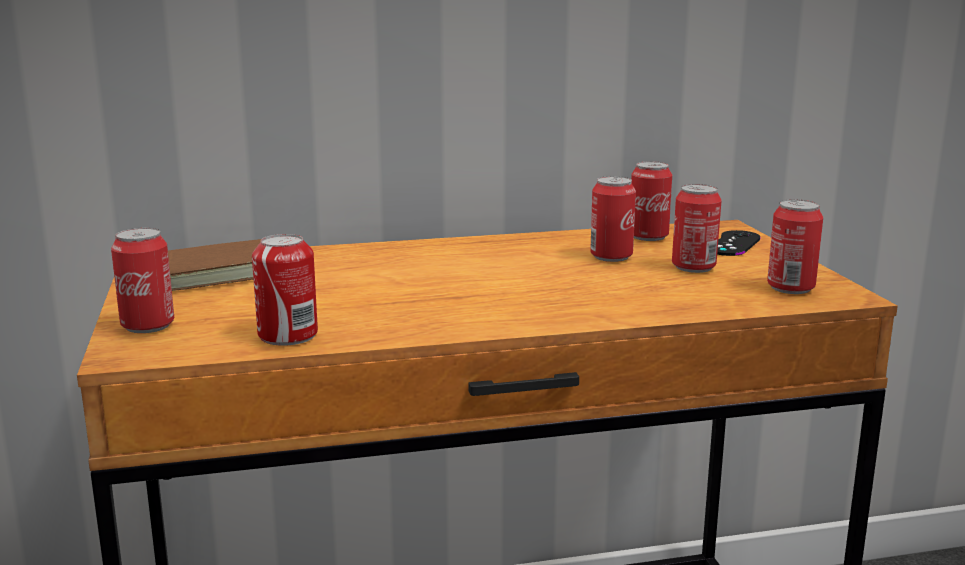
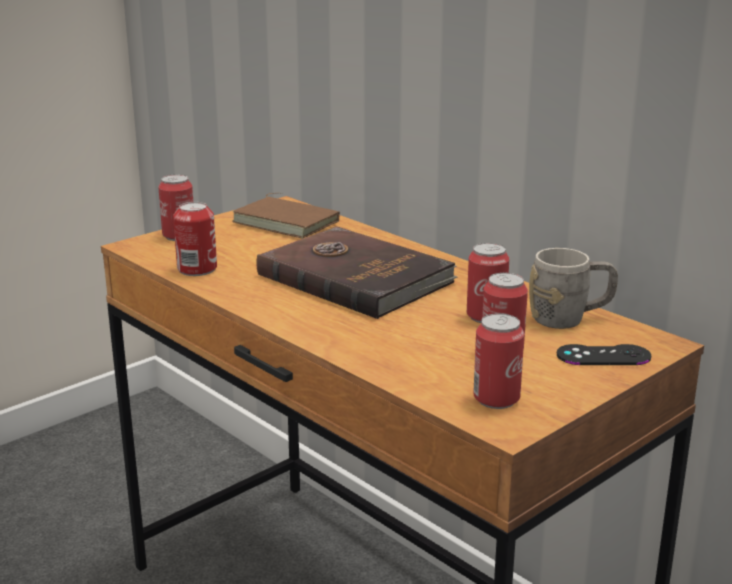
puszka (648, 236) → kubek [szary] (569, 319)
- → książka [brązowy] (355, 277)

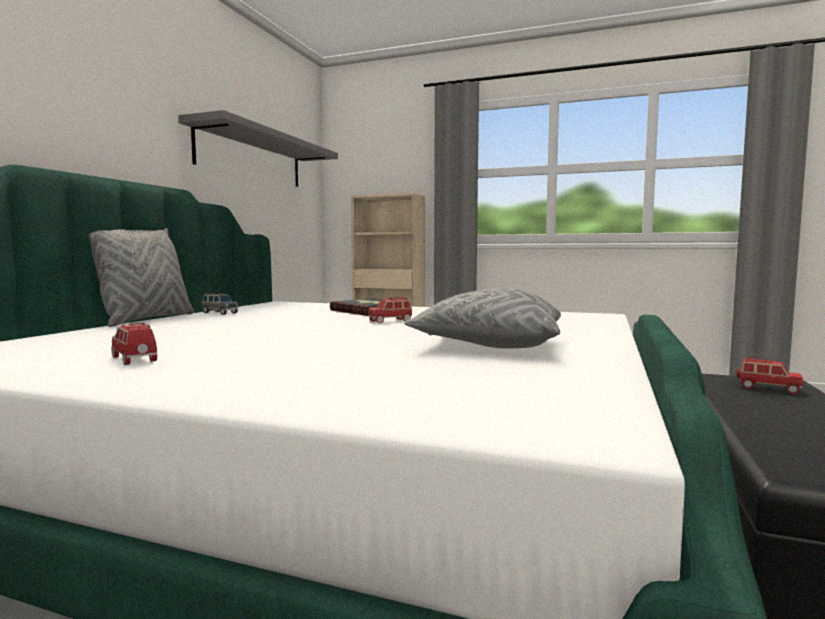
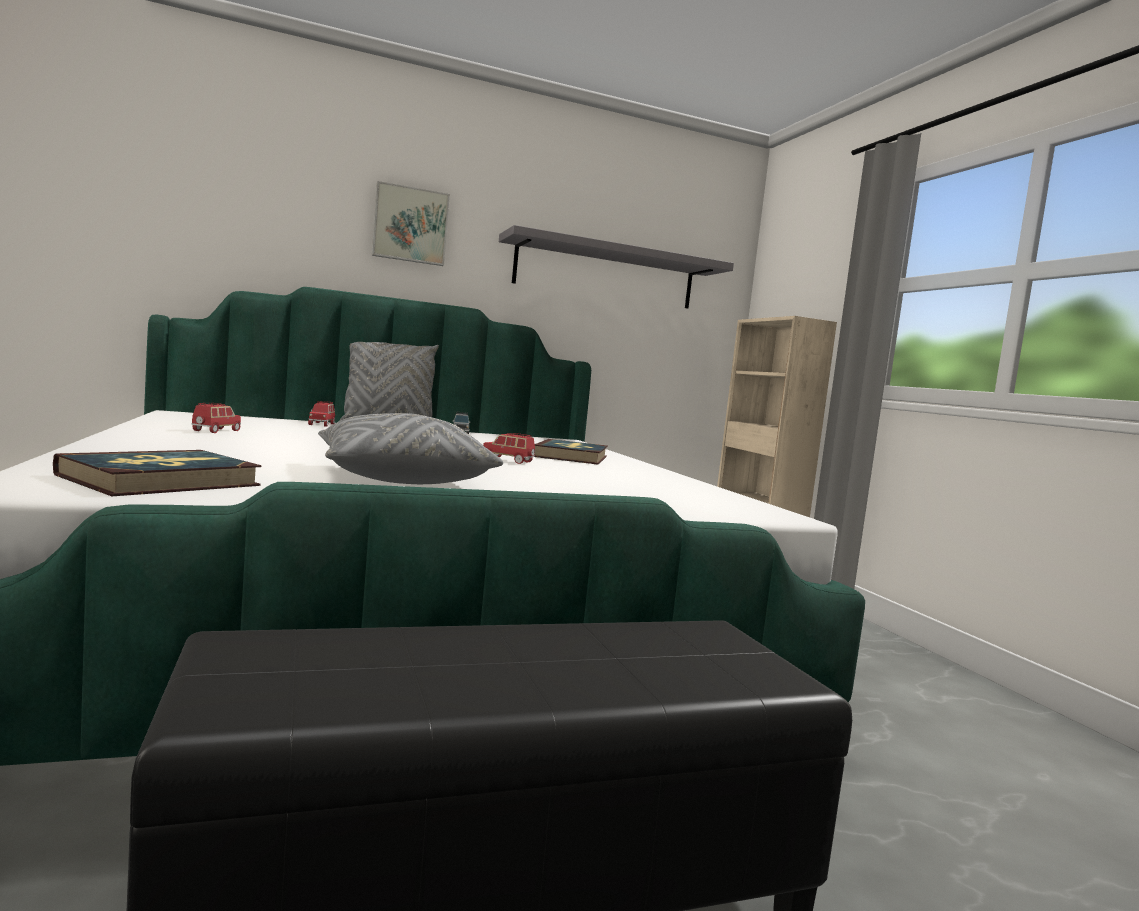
samochodzik [czerwony] (768, 388) → samochodzik [czerwony] (321, 424), shifted
- → książka (161, 480)
- → obraz (410, 225)

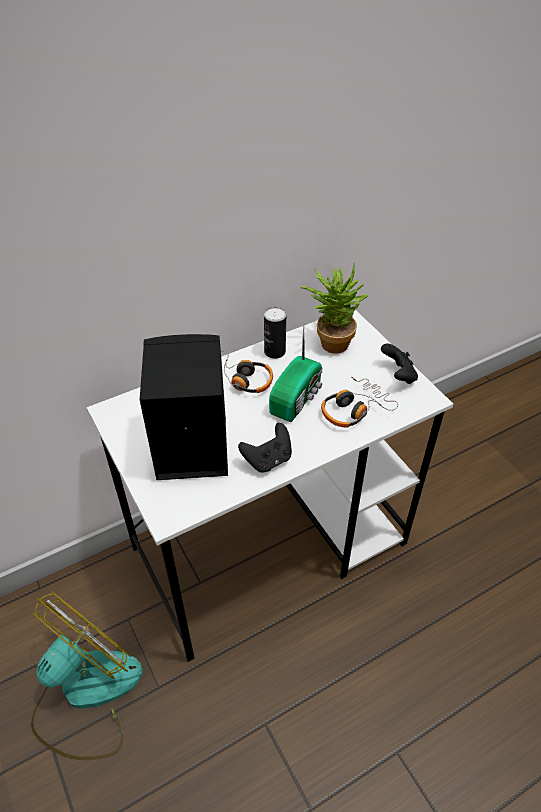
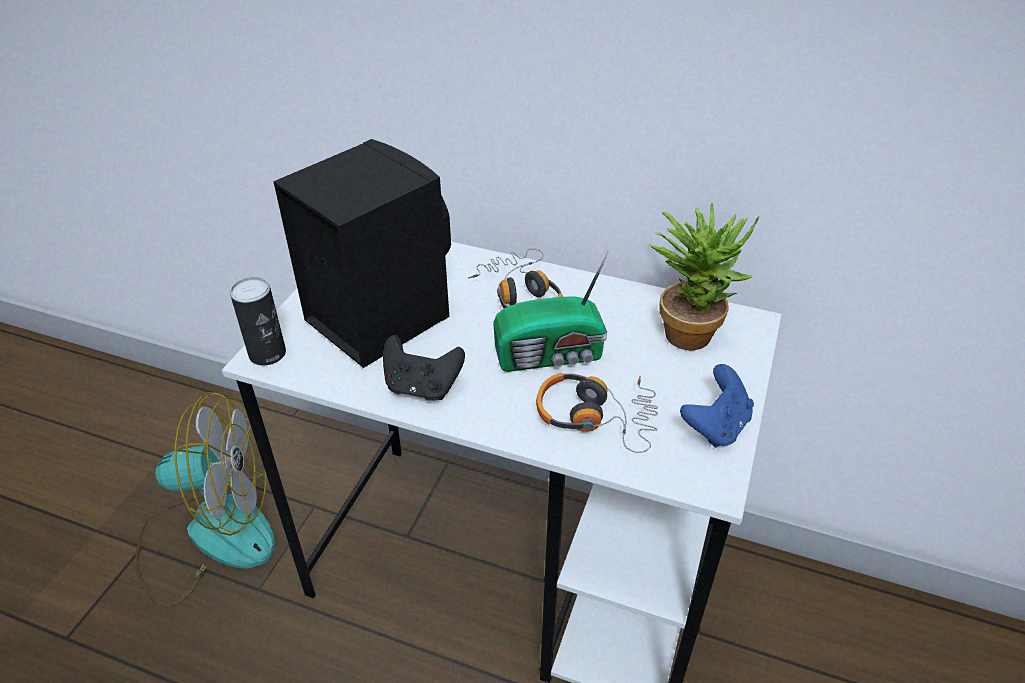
puszka (274, 351) → puszka (267, 354), shifted
pad do gier [czarny] (398, 375) → pad do gier [niebieski] (715, 426)

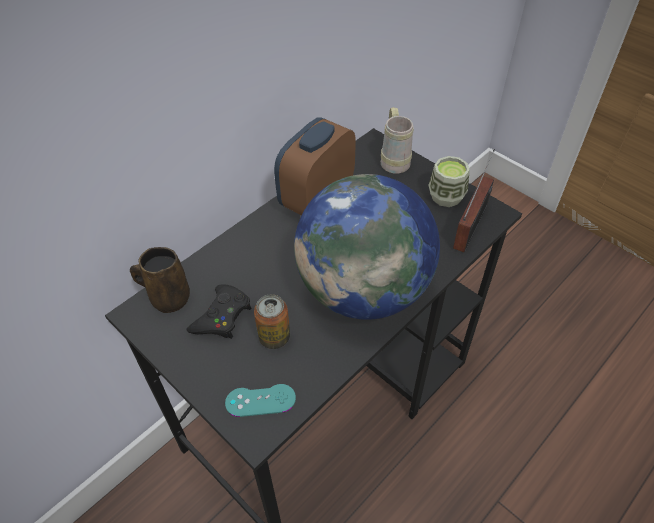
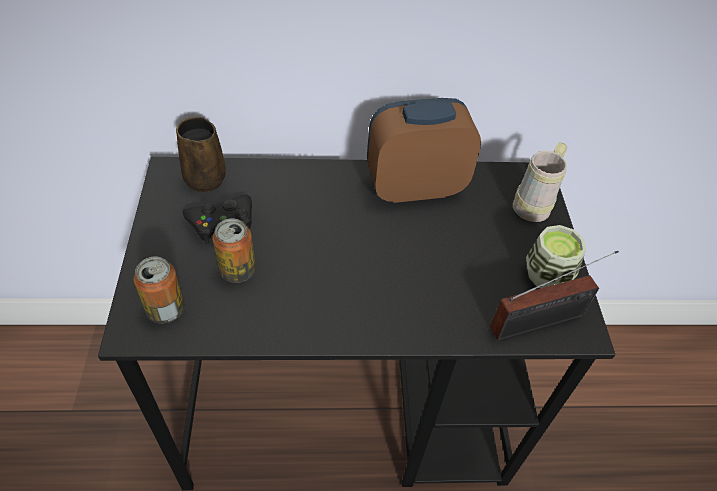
pad do gier [turkusowy] (260, 400) → puszka (166, 309)
globus (364, 290) → -

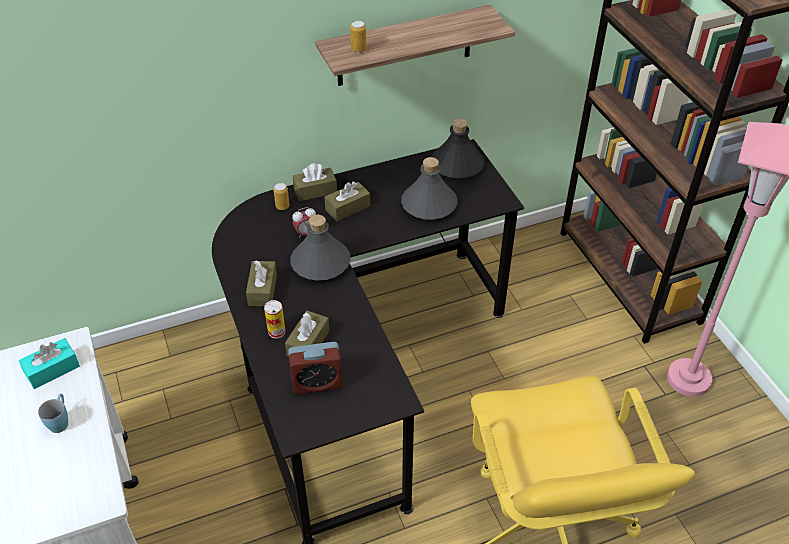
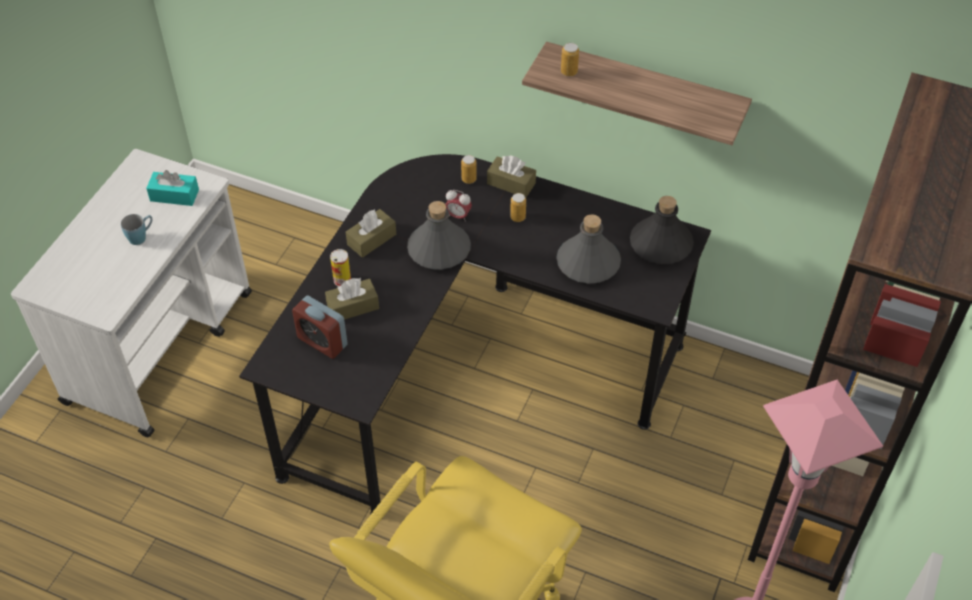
pudełko chusteczek [brązowy] (347, 208) → puszka (518, 217)

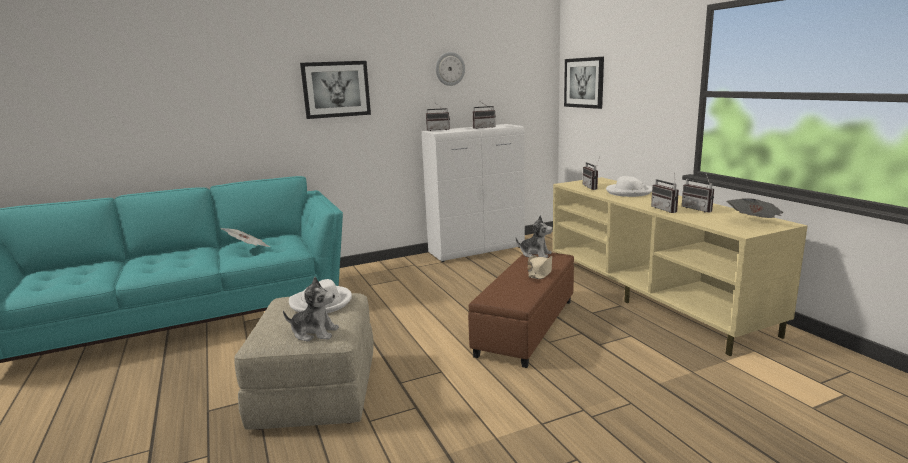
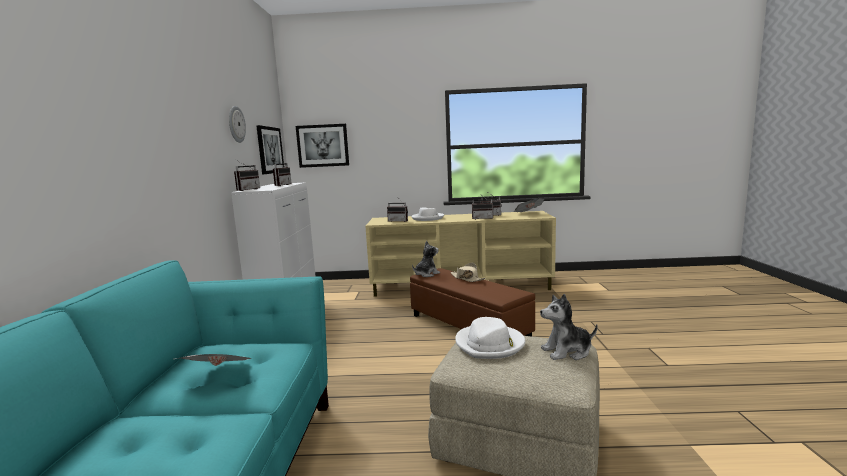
pluszak (314, 333) → pluszak (567, 351), 135 degrees counterclockwise
obraz (336, 89) → obraz (270, 150), shifted

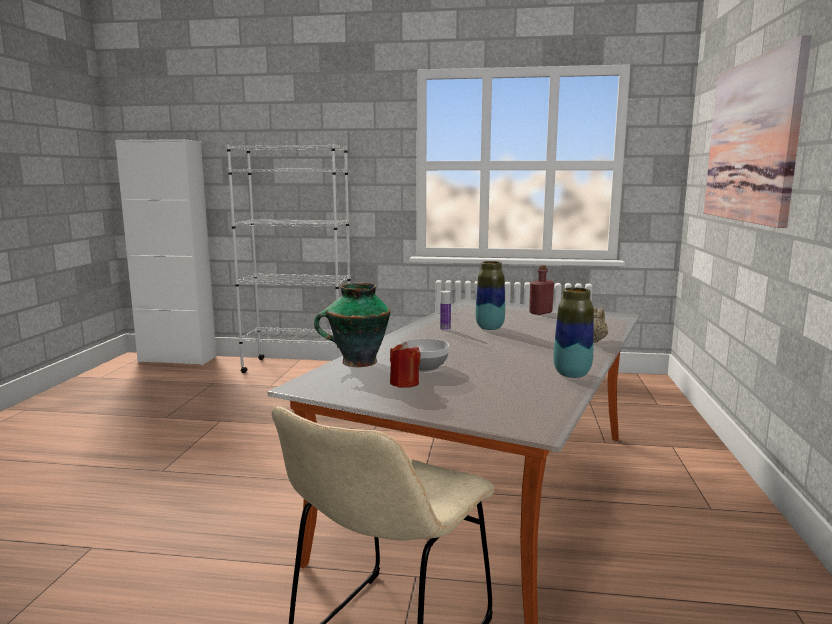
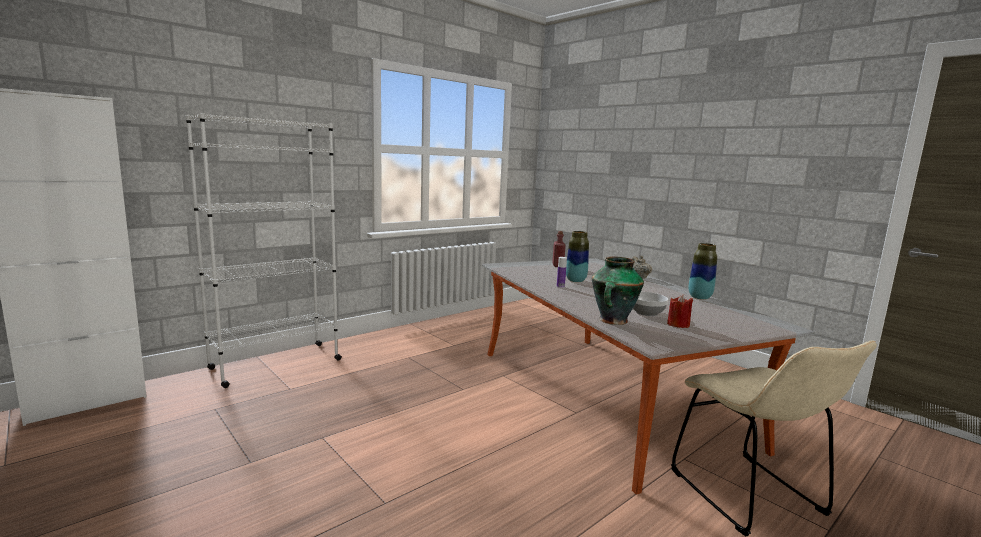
obraz (751, 141) → -

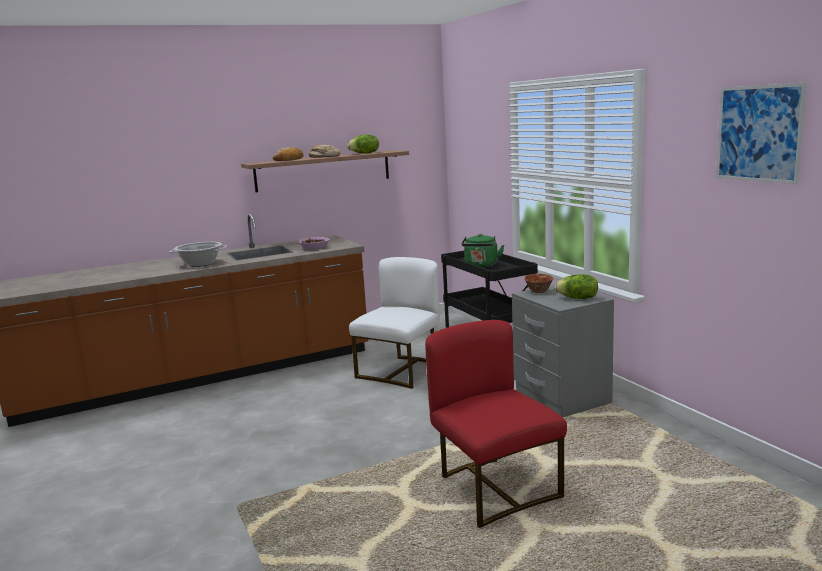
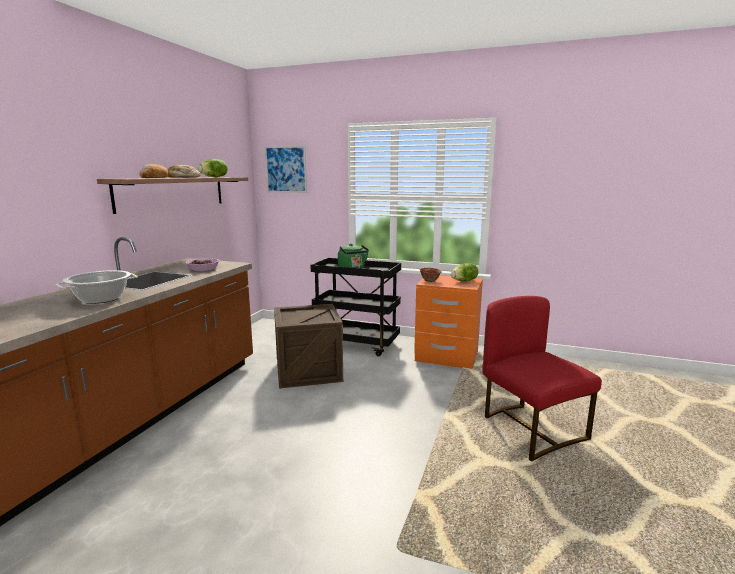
krzesło [biały] (401, 371) → skrzynka (308, 371)
krzesło [czerwony] (494, 489) → krzesło [czerwony] (530, 429), 45 degrees clockwise
szafka nocna [szary] (560, 398) → szafka nocna [pomarańczowy] (446, 357)
obraz (758, 133) → obraz (286, 169), shifted

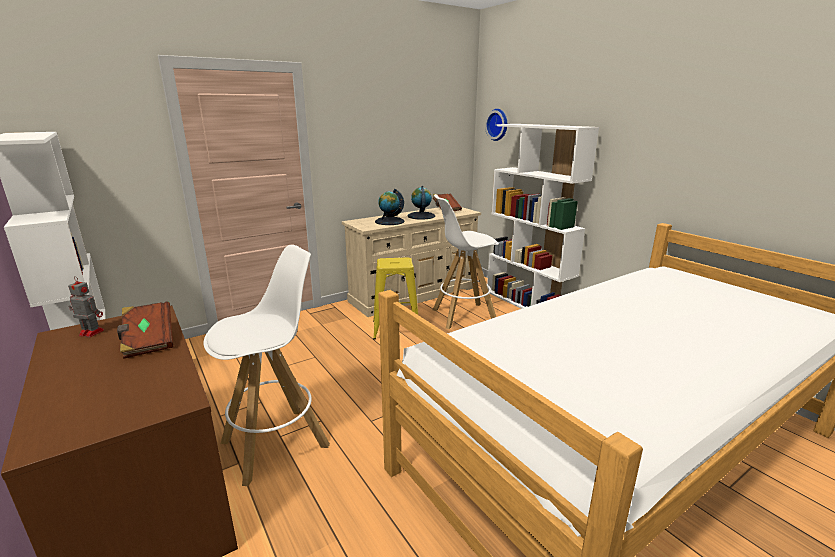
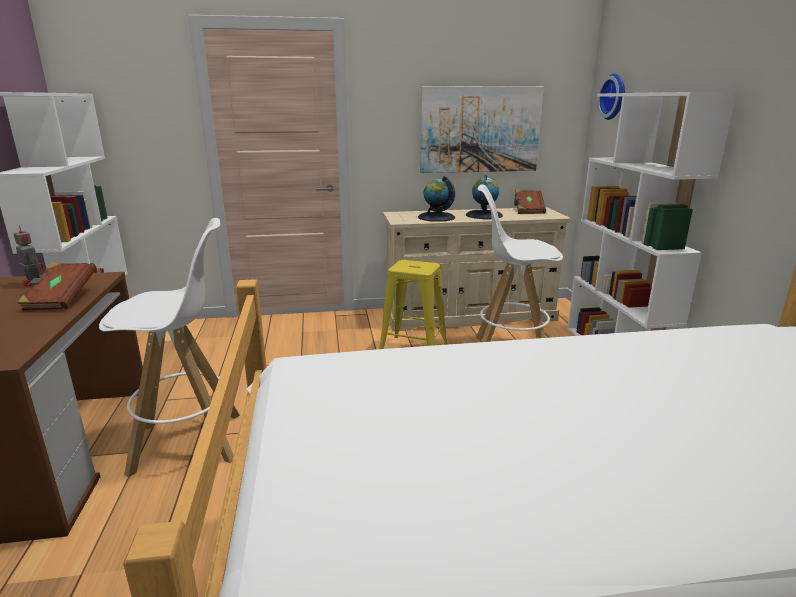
- → obraz (480, 129)

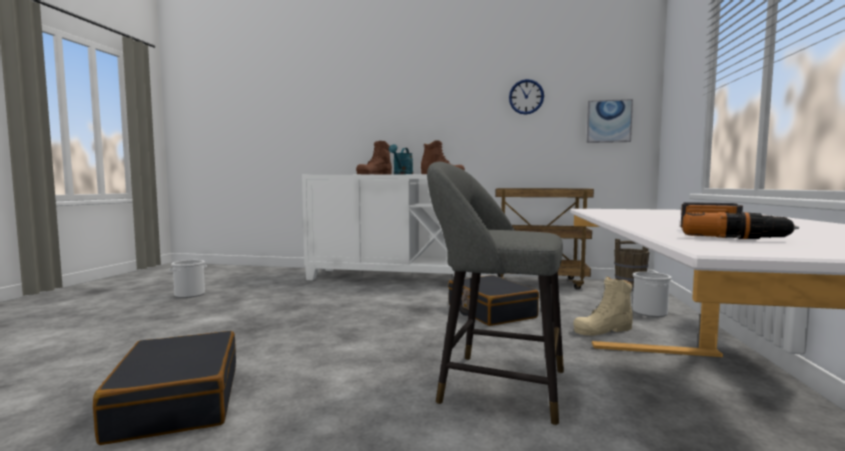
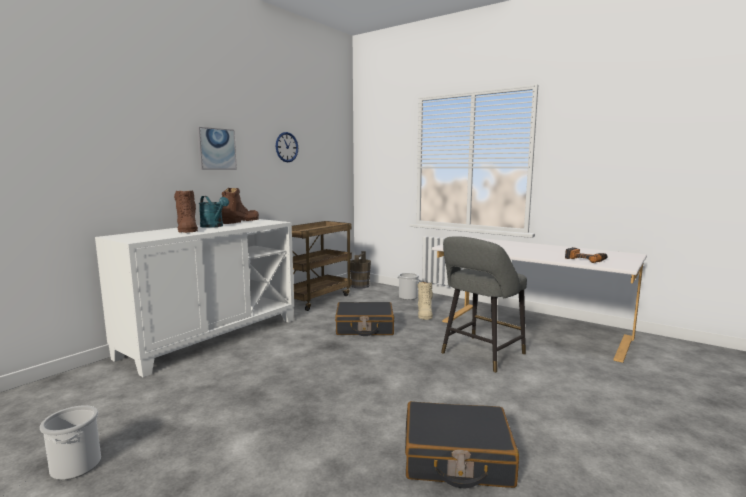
obraz (609, 121) → obraz (216, 149), shifted

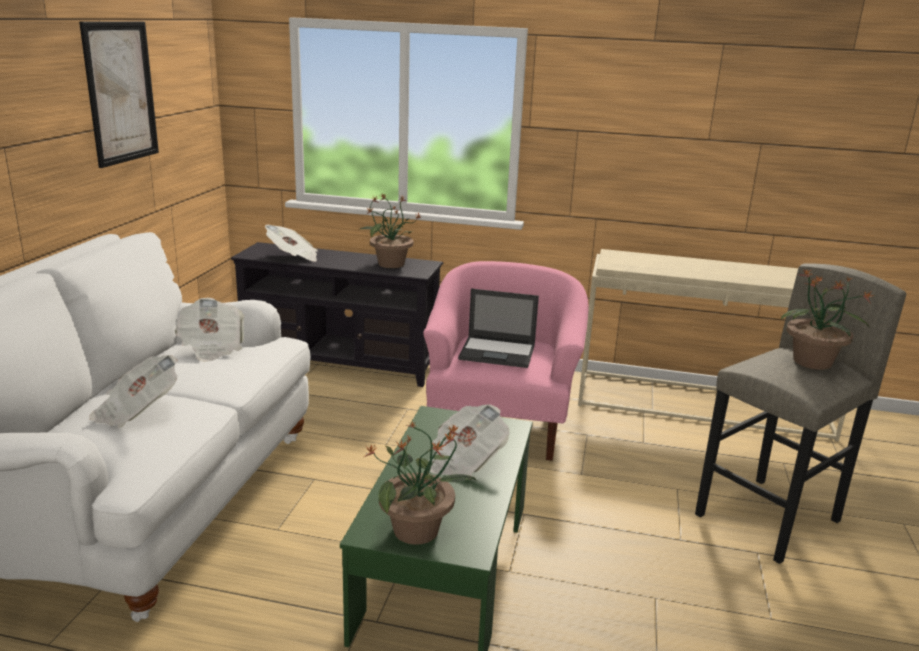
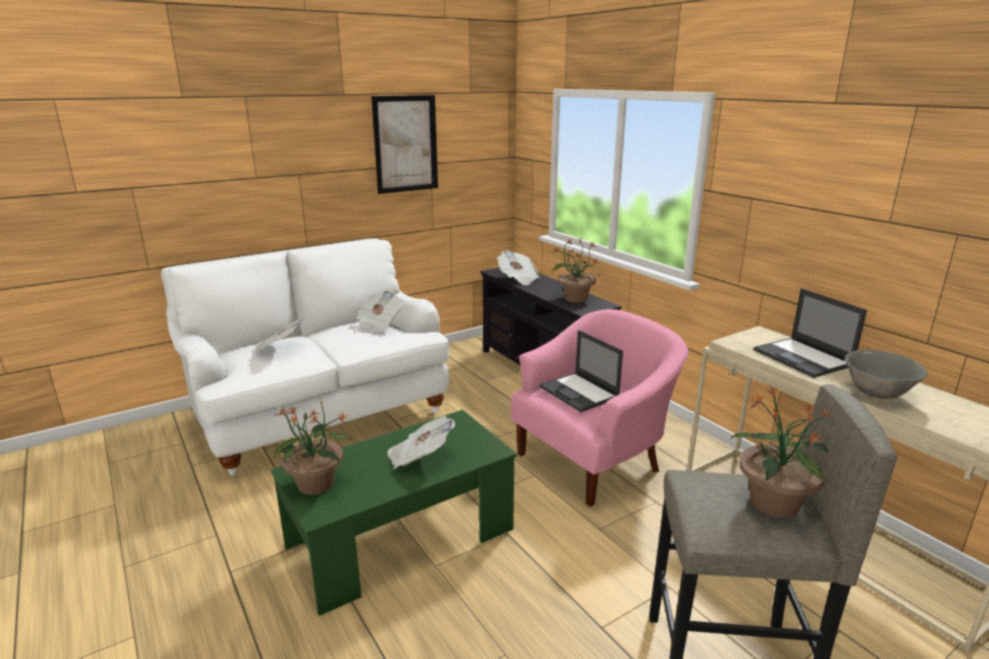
- → laptop (803, 358)
- → miska [szary] (877, 394)

